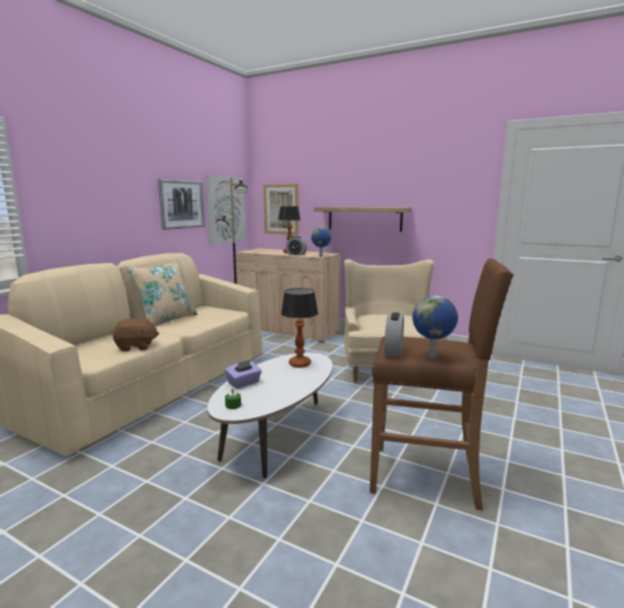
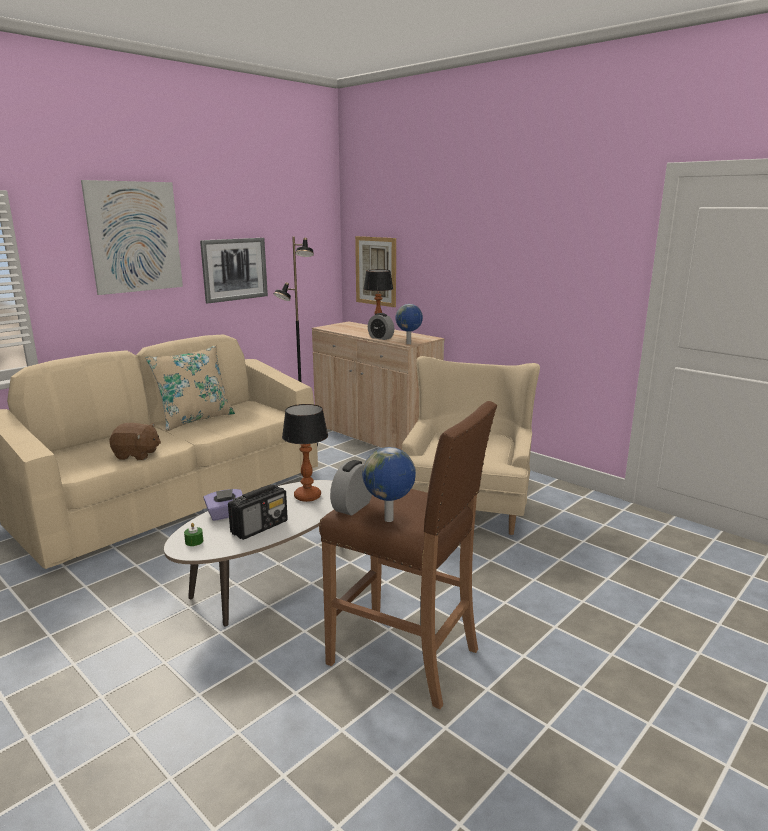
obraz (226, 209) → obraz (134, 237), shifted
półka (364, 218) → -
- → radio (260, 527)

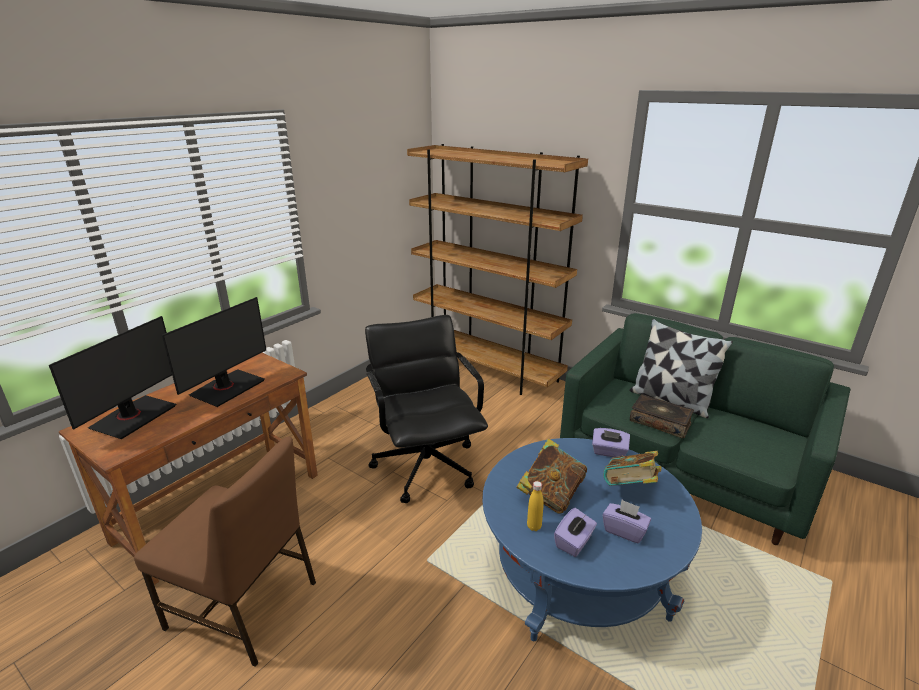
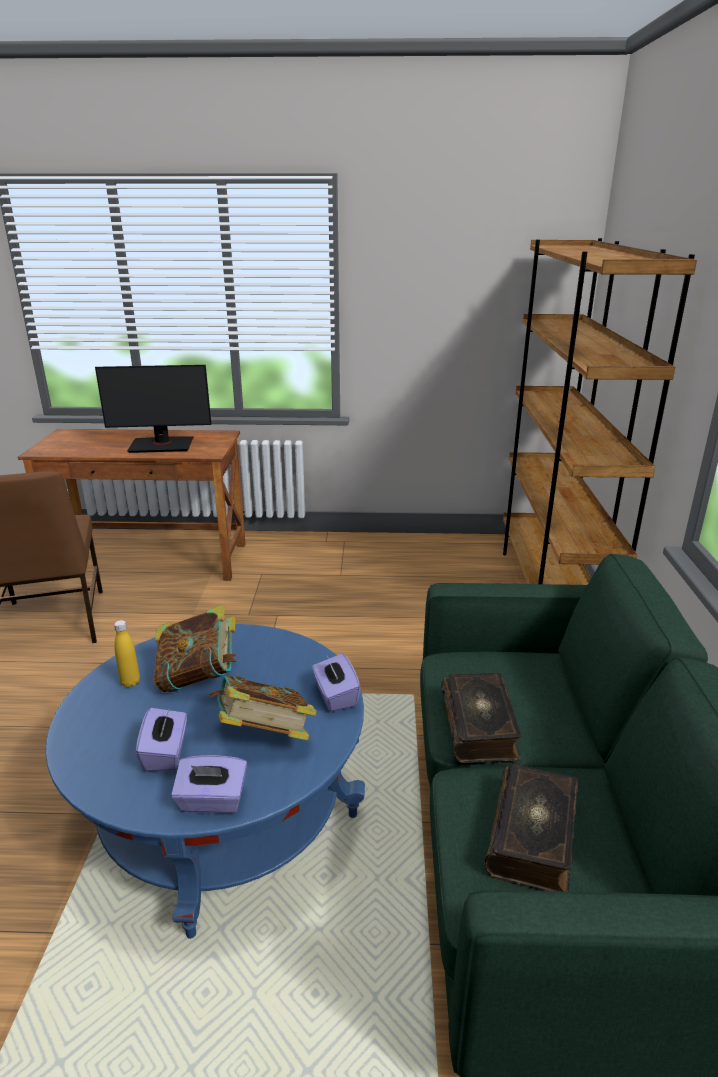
monitor (133, 417) → -
krzesło biurowe [czarny] (426, 465) → -
pudełko chusteczek [fioletowy] (574, 542) → pudełko chusteczek [fioletowy] (212, 801), shifted
poduszka (671, 400) → -
- → książka (533, 837)

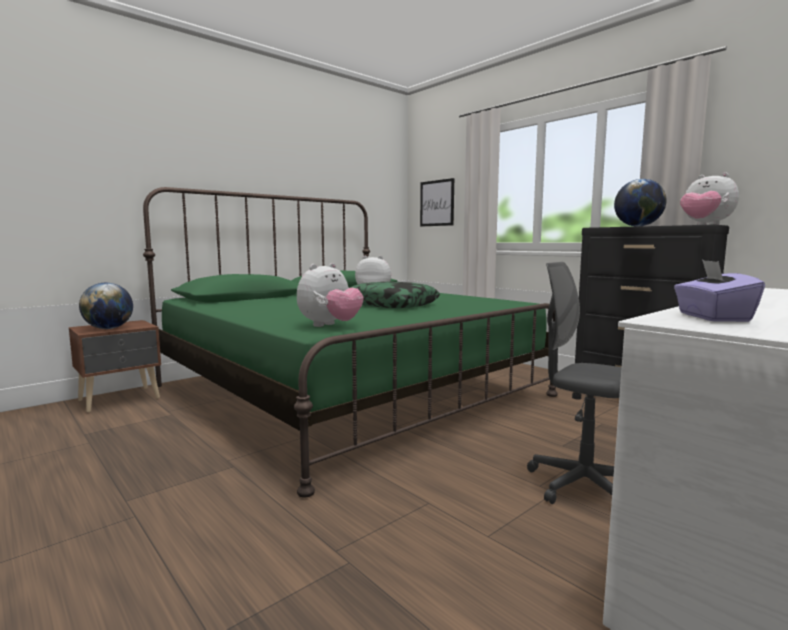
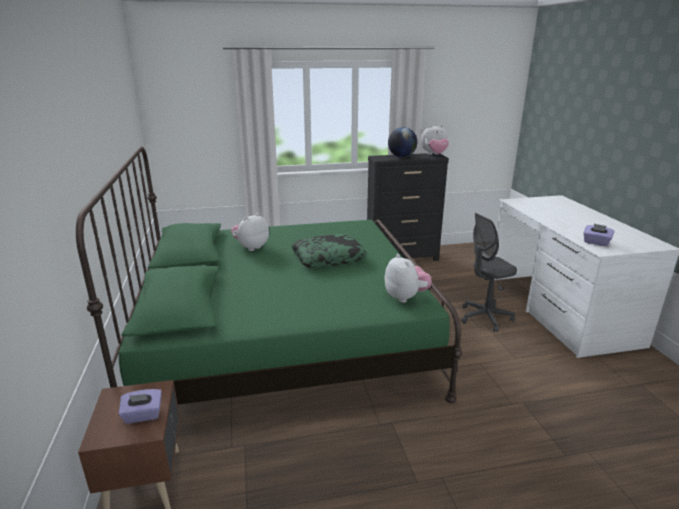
globus (108, 328) → pudełko chusteczek [fioletowy] (143, 415)
obraz (437, 203) → -

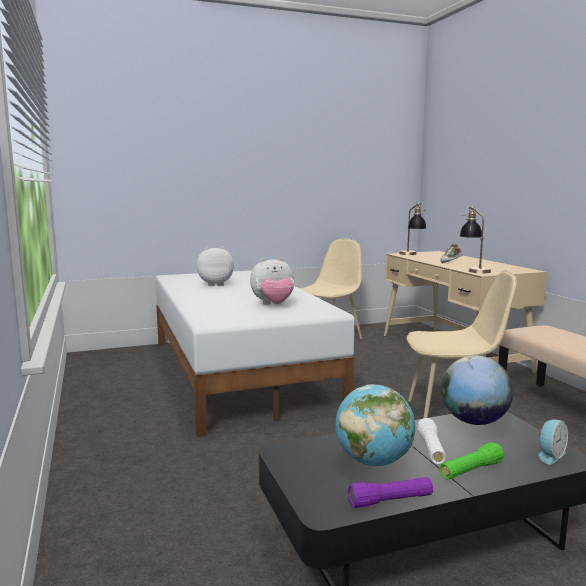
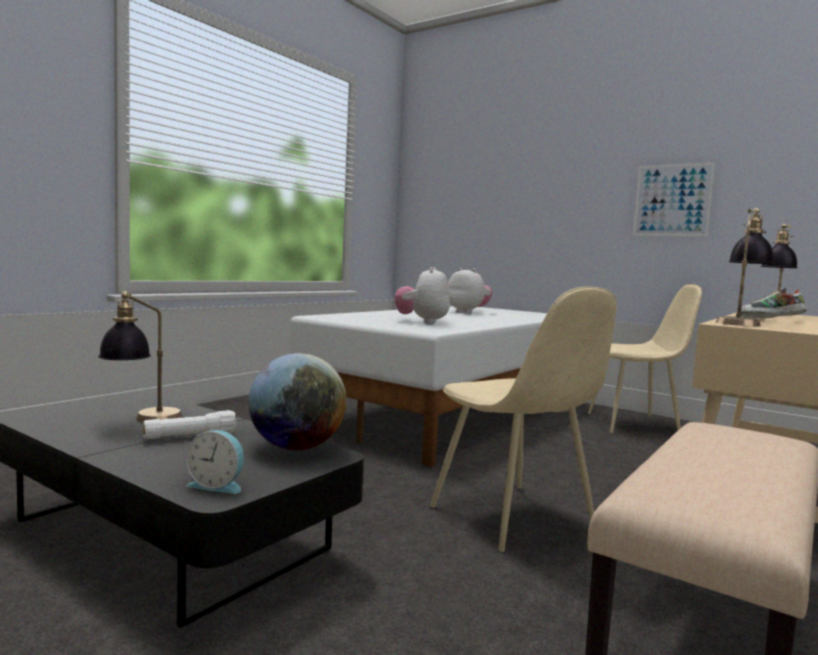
pluszak (273, 305) → pluszak (422, 322), 60 degrees clockwise
globus (373, 461) → lampa stołowa (142, 421)
latarka [fioletowy] (390, 501) → -
latarka [zielony] (470, 470) → -
- → obraz (672, 200)

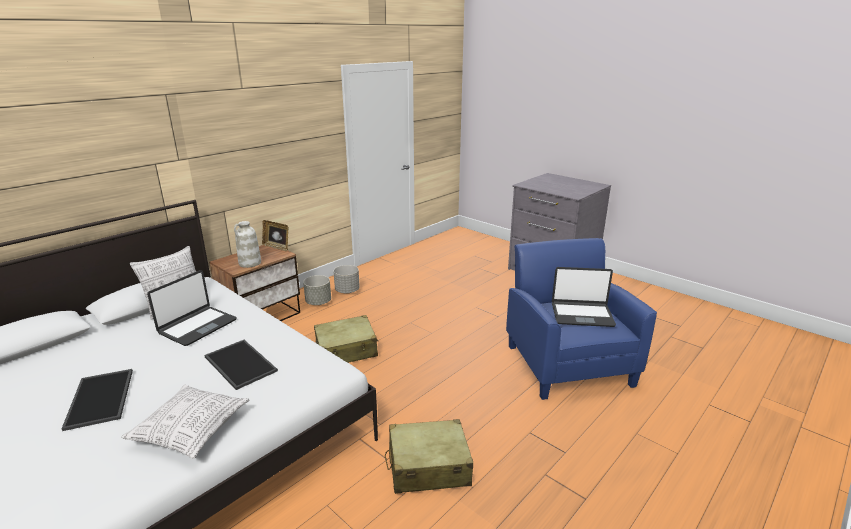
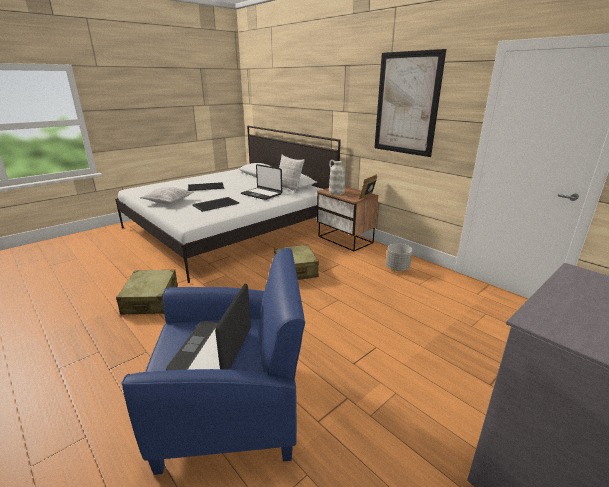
donica [szary] (318, 302) → -
- → obraz (406, 104)

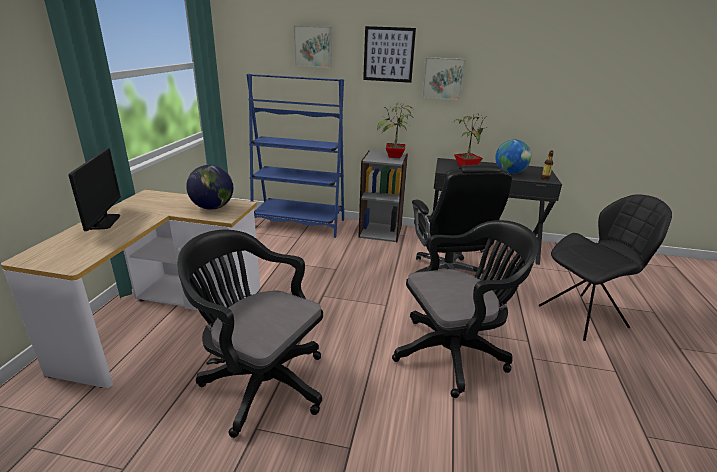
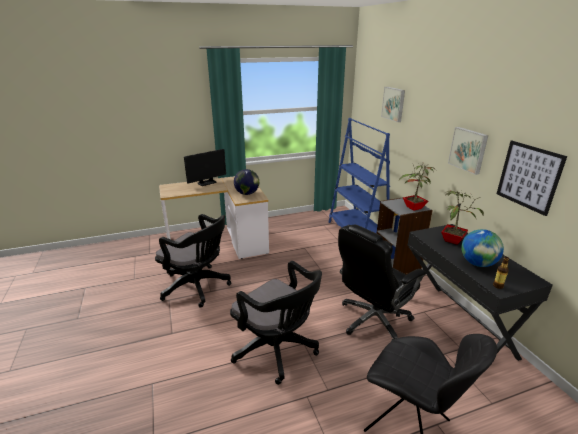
krzesło biurowe [czarny] (260, 382) → krzesło biurowe [czarny] (198, 287), 120 degrees clockwise
obraz (388, 54) → obraz (528, 177), shifted

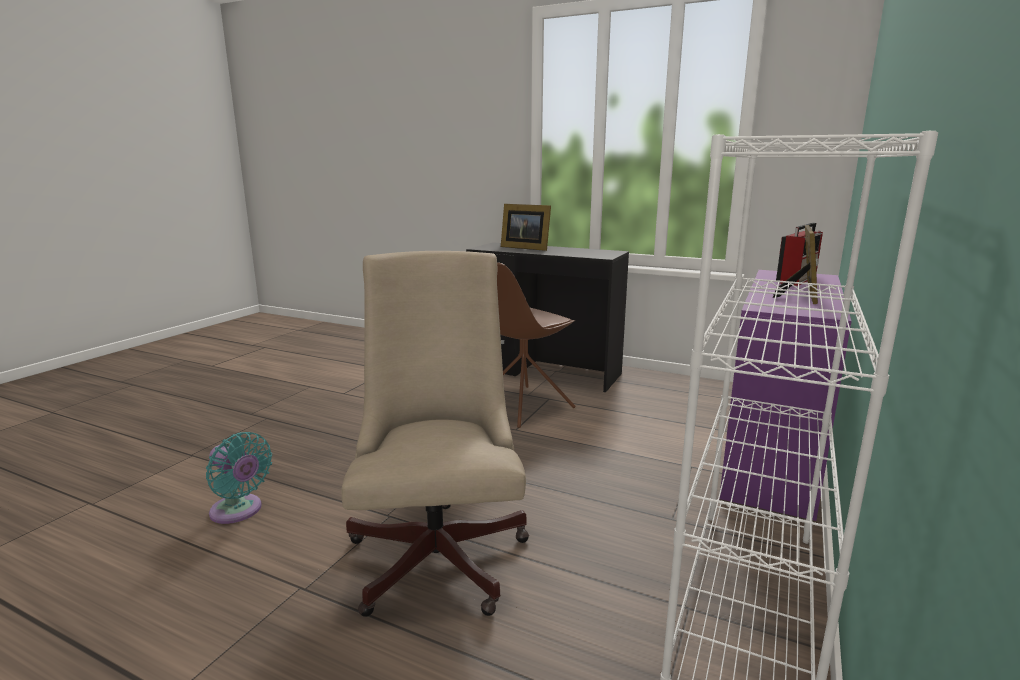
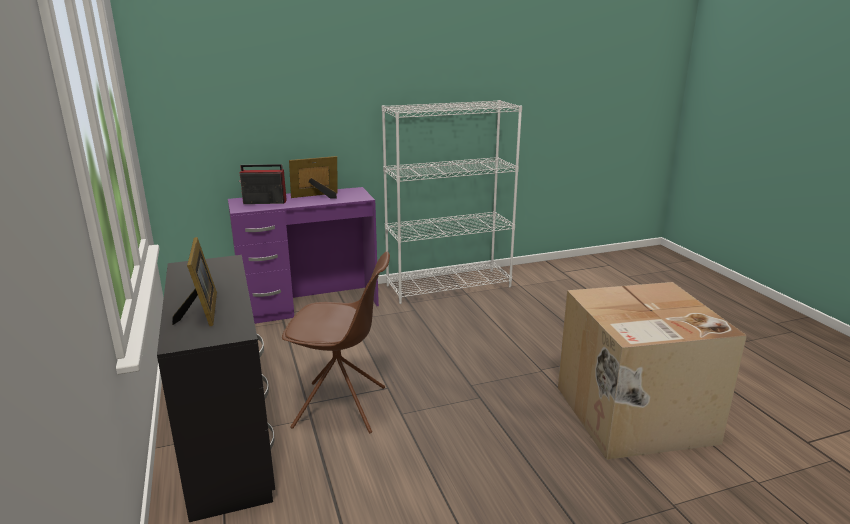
wentylator [turkusowy] (239, 511) → karton (633, 415)
krzesło biurowe [beżowy] (440, 550) → -

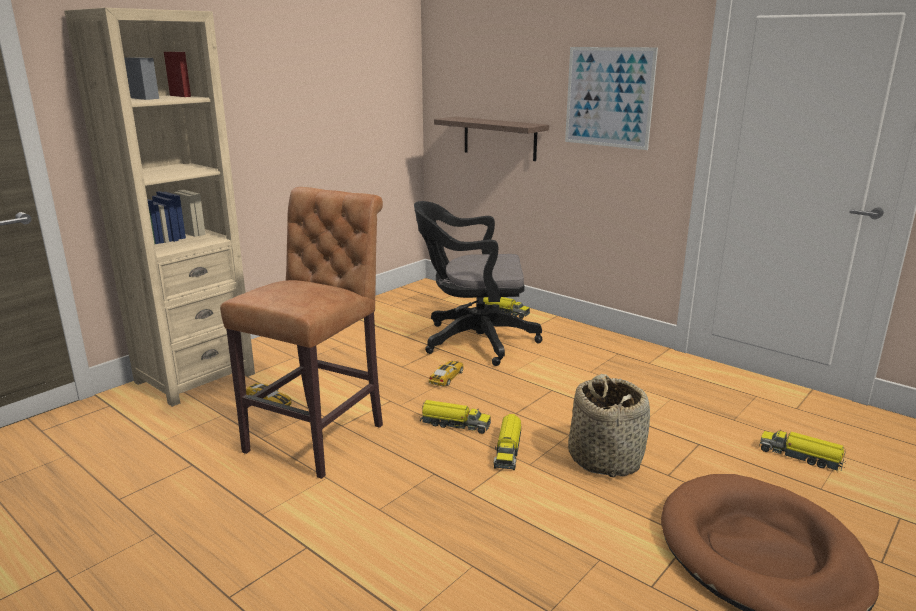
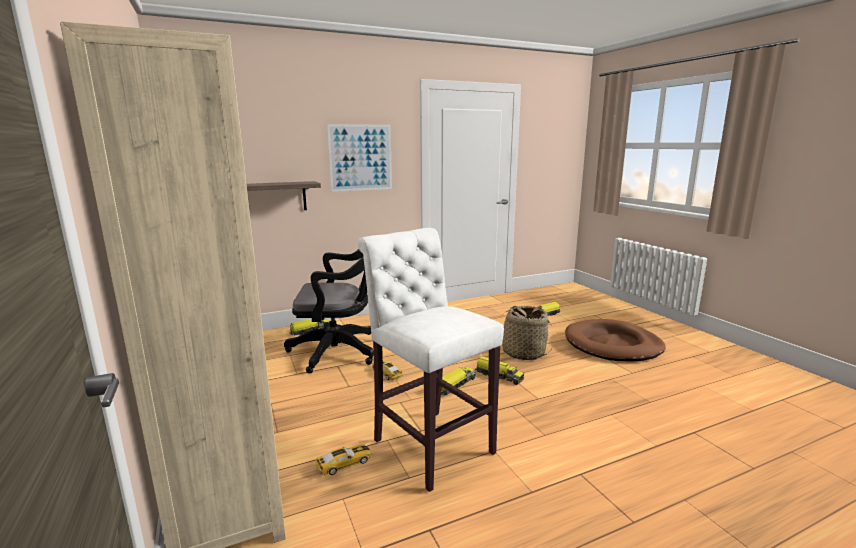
stołek [brązowy] (320, 435) → stołek [biały] (429, 443)
krzesło biurowe [czarny] (473, 341) → krzesło biurowe [czarny] (340, 351), 120 degrees counterclockwise

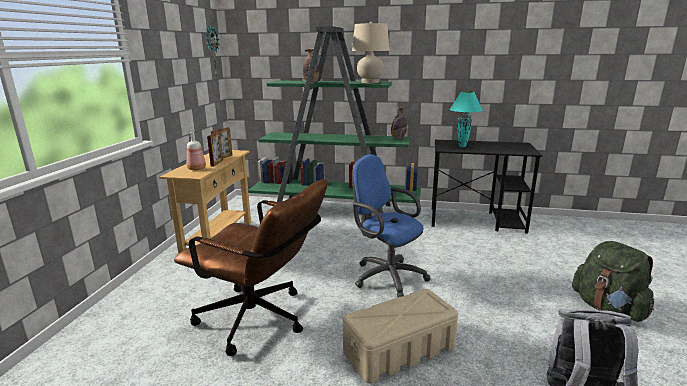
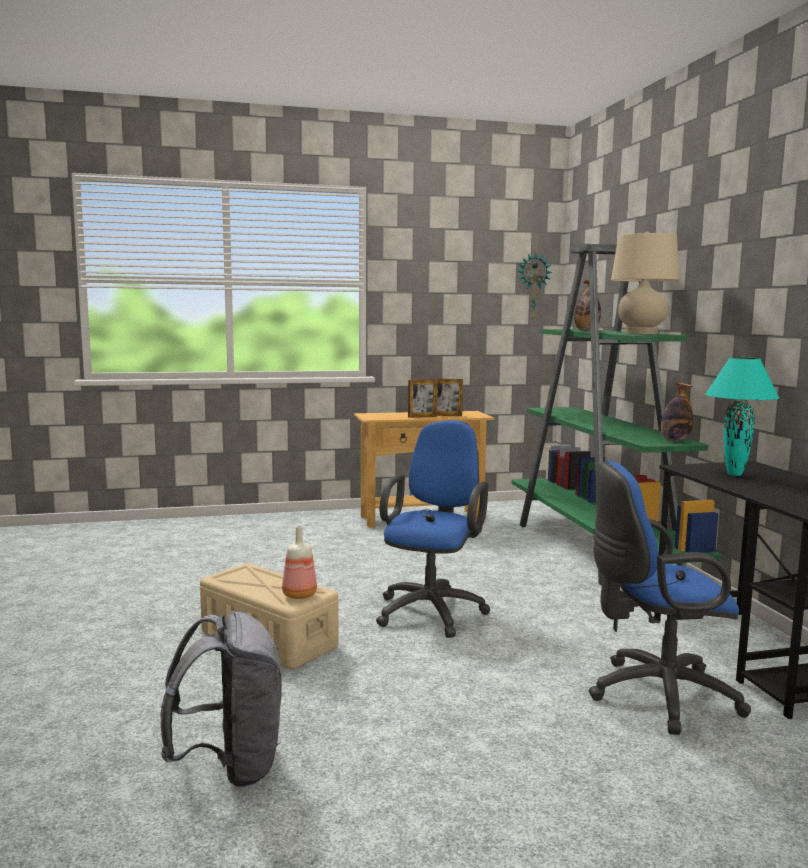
krzesło biurowe [brązowy] (260, 321) → -
butelka (197, 169) → butelka (299, 595), shifted
plecak [zielony] (608, 308) → -
- → krzesło biurowe [niebieski] (655, 695)

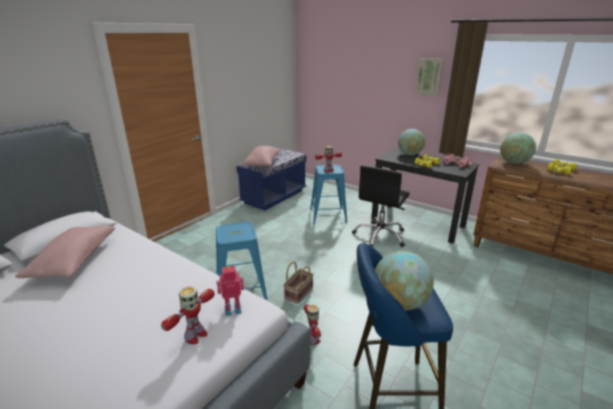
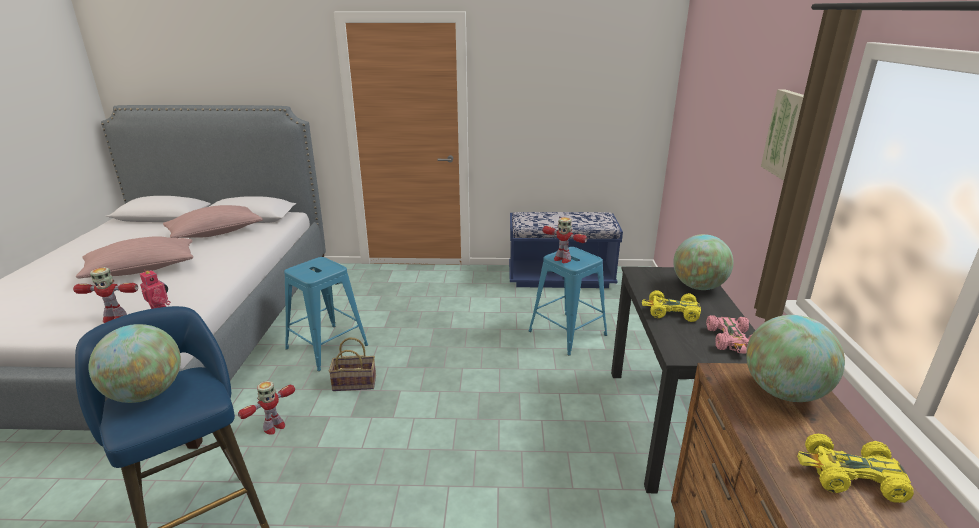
poduszka [różowy] (263, 163) → poduszka [różowy] (142, 270), shifted
krzesło biurowe [czarny] (380, 236) → -

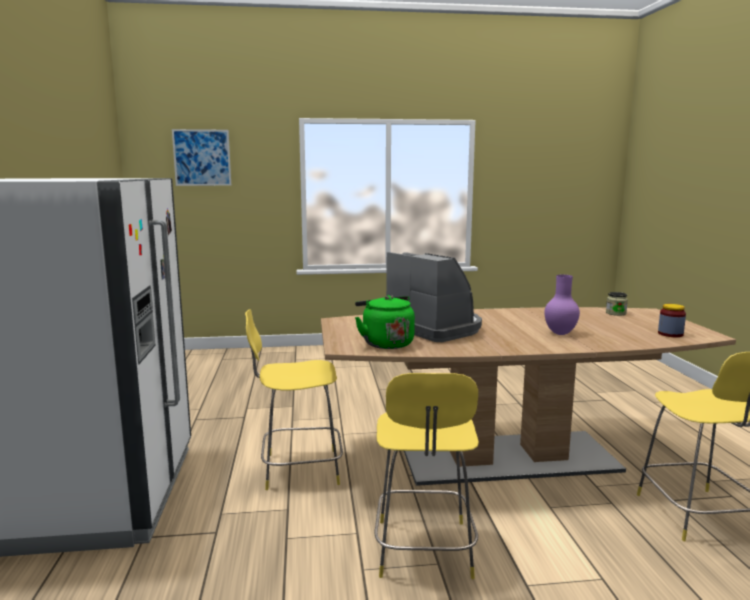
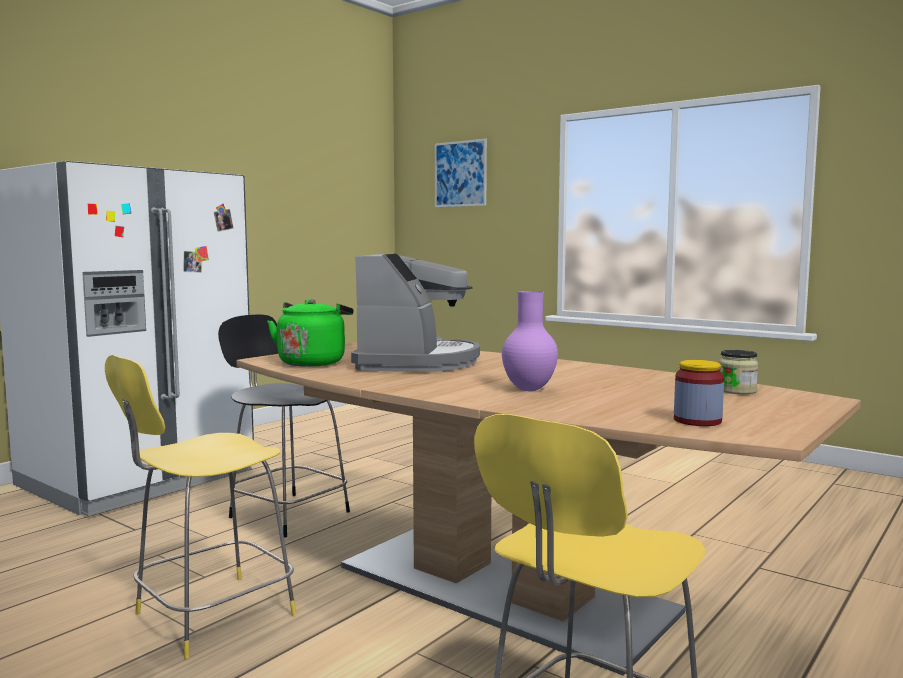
stołek [żółty] (298, 469) → stołek [czarny] (287, 513)

